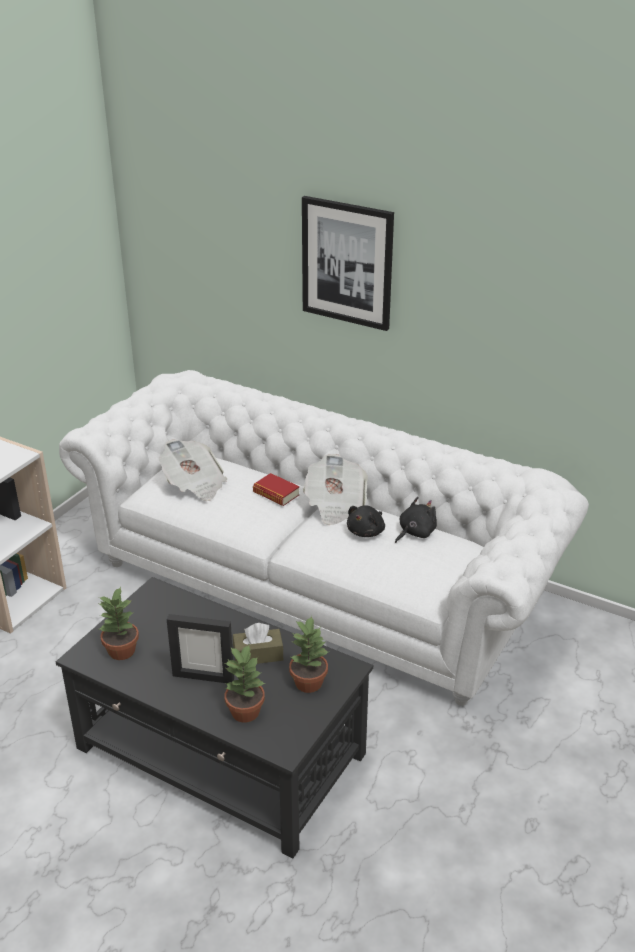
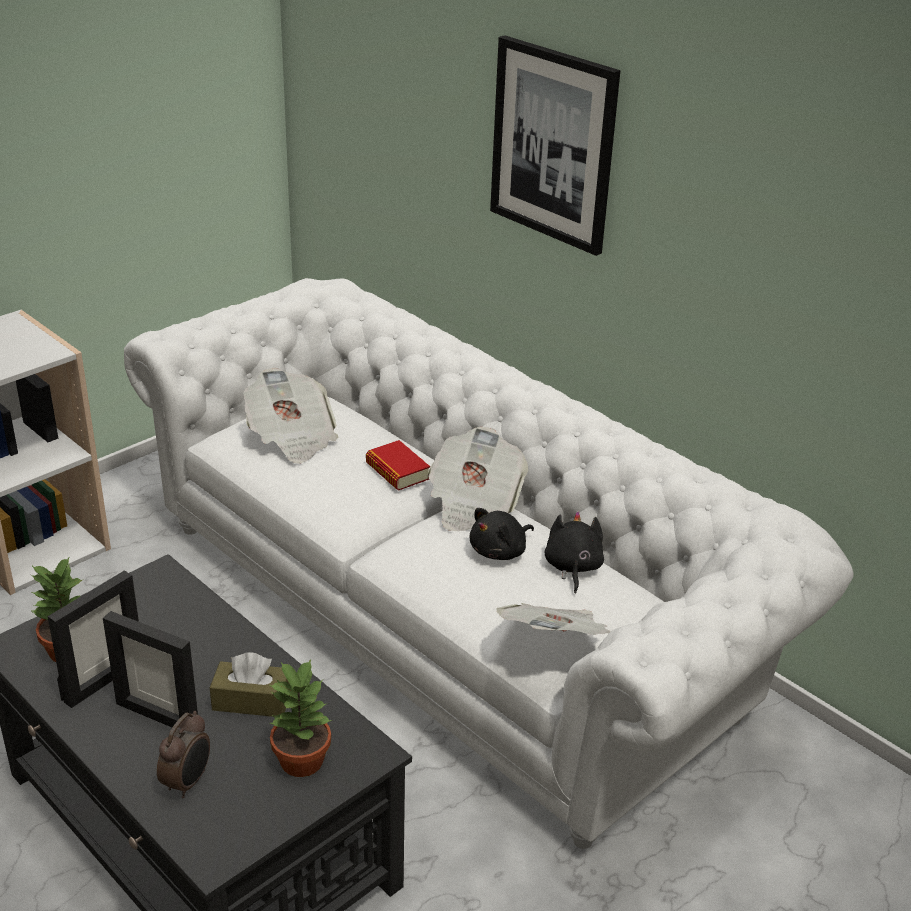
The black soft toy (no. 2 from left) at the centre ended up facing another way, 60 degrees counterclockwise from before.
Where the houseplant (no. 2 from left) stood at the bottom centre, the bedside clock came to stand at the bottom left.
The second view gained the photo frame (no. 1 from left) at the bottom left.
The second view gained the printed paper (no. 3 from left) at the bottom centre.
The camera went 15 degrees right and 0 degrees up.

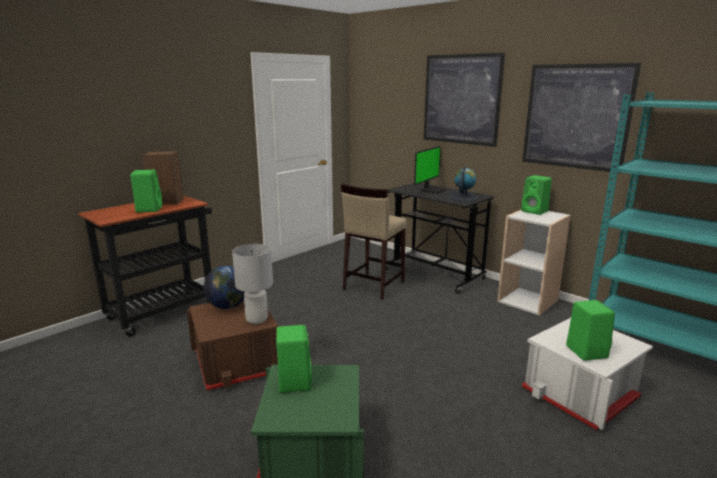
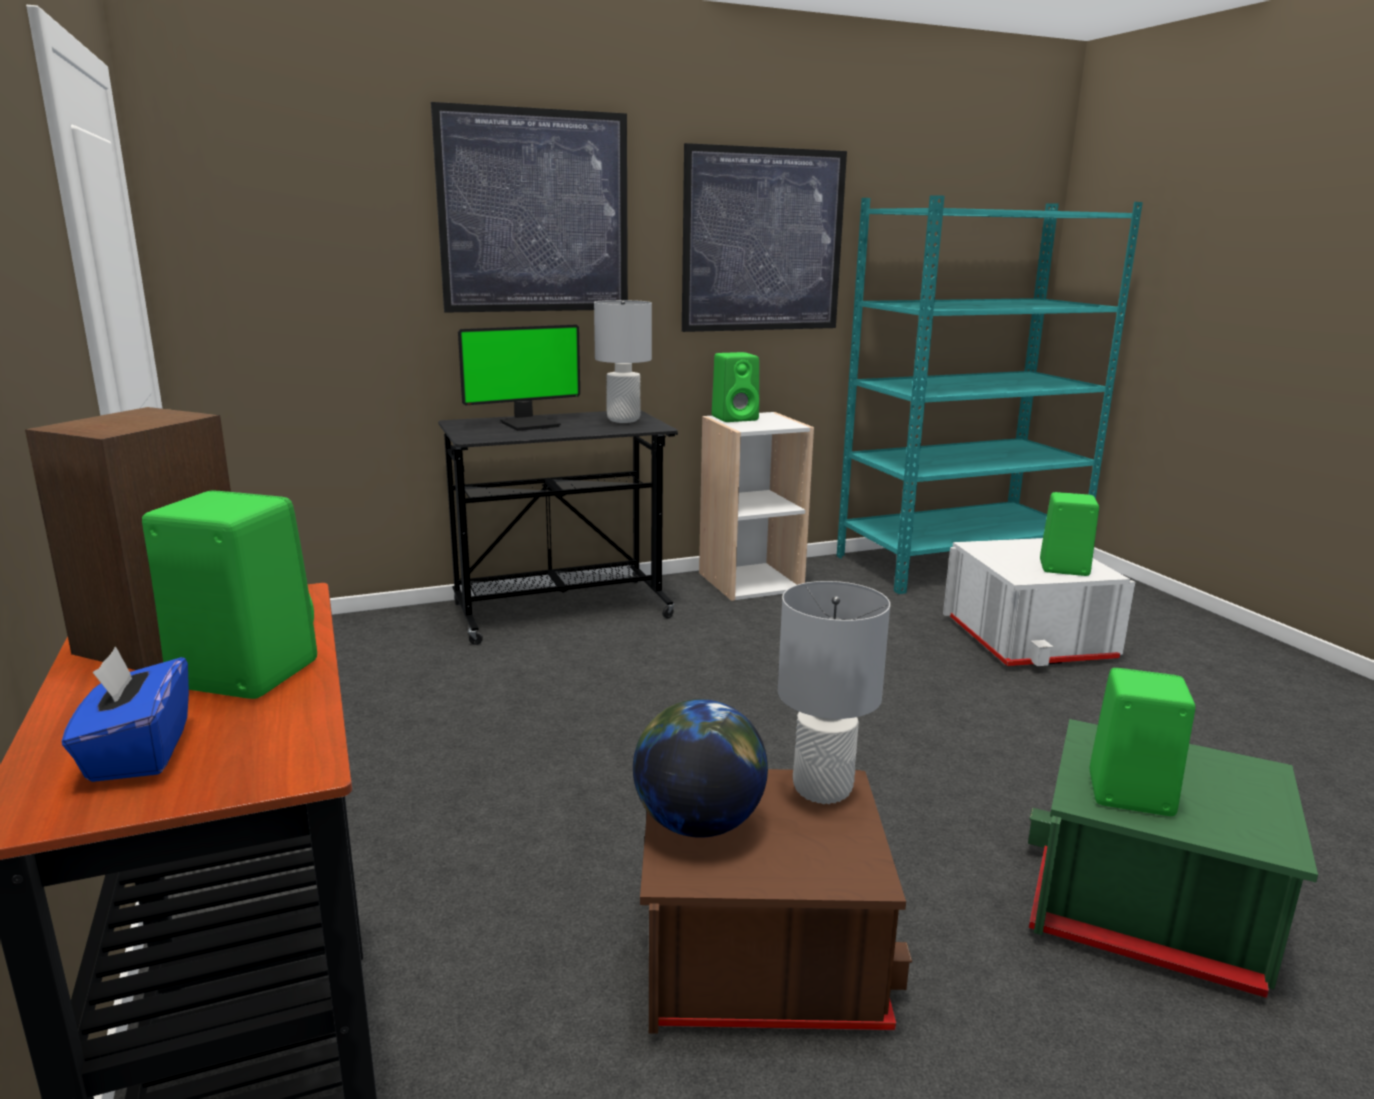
The computer display at the centre ended up facing another way, 90 degrees clockwise from before.
Where the globe (no. 2 from left) stood at the centre, the gray tabletop lamp (no. 1 from left) came to stand at the top centre.
The second view lost the beige-coloured stool seat at the centre.
The second view gained the bluish tissue holder at the middle left.
The camera went 65 degrees left and 0 degrees up.

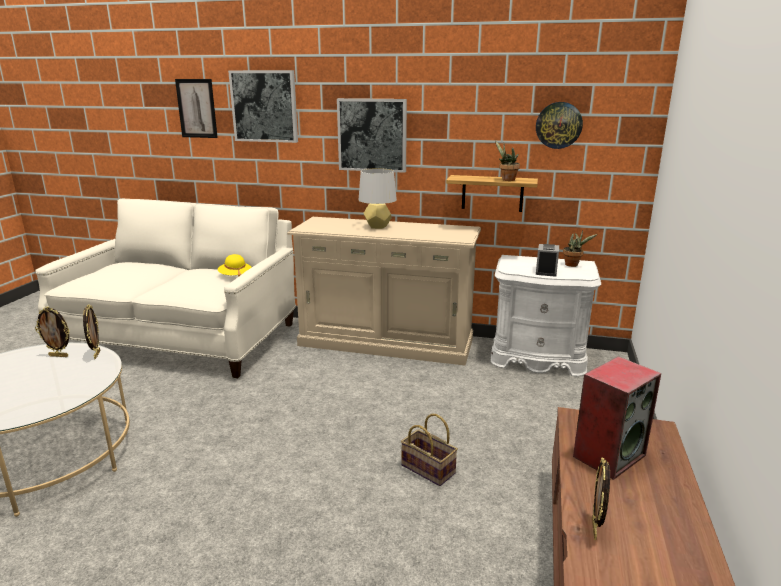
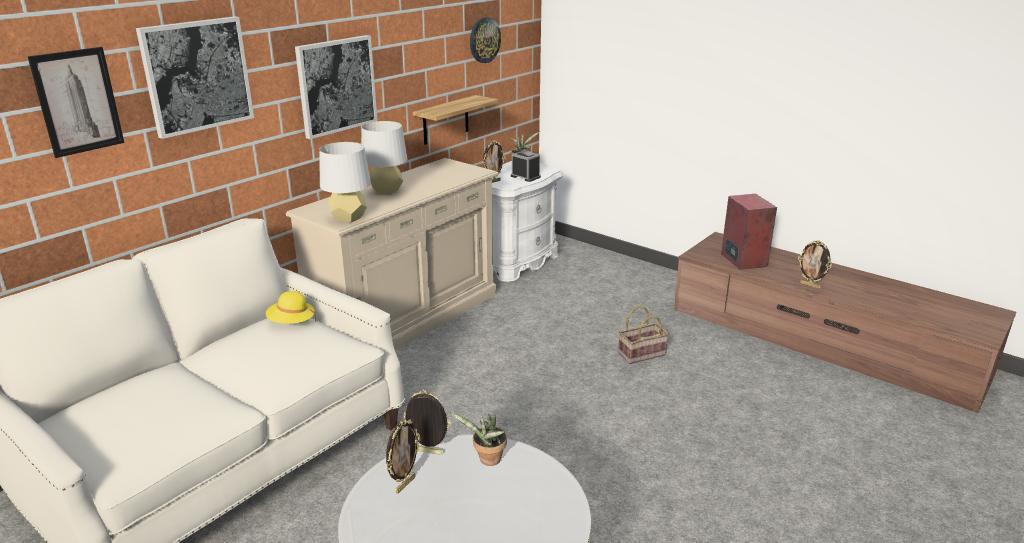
The houseplant (no. 1 from left) ended up elsewhere, having gone from the top centre to the bottom centre.
The second view gained the photo frame (no. 3 from left) at the top centre.
The second view gained the gray tabletop lamp (no. 1 from left) at the centre.
The camera went 65 degrees left and 5 degrees up.

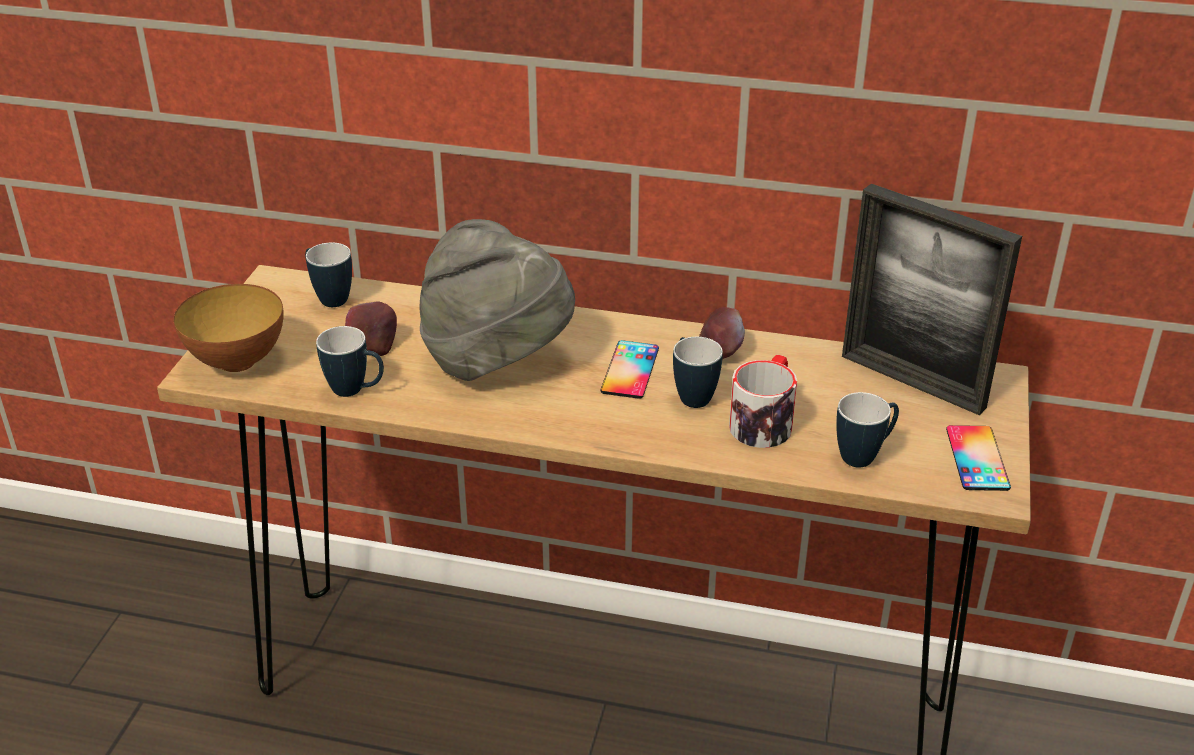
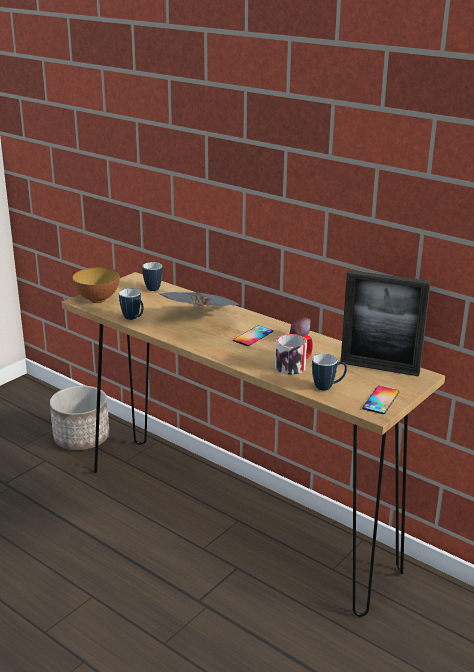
The photo frame at the middle right ended up facing another way, 45 degrees counterclockwise from before.
Where the gray hat stood at the centre, the printed paper came to stand at the centre.
The second view lost the apple fruit (no. 1 from left) at the middle left.
The second view lost the tea mug (no. 3 from left) at the centre.
The second view gained the plant pot at the middle left.
The camera went 25 degrees right and 10 degrees down.

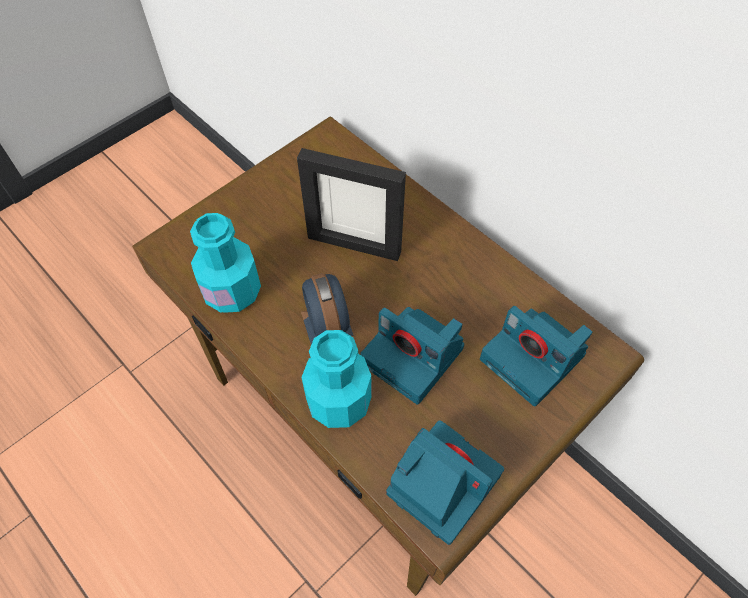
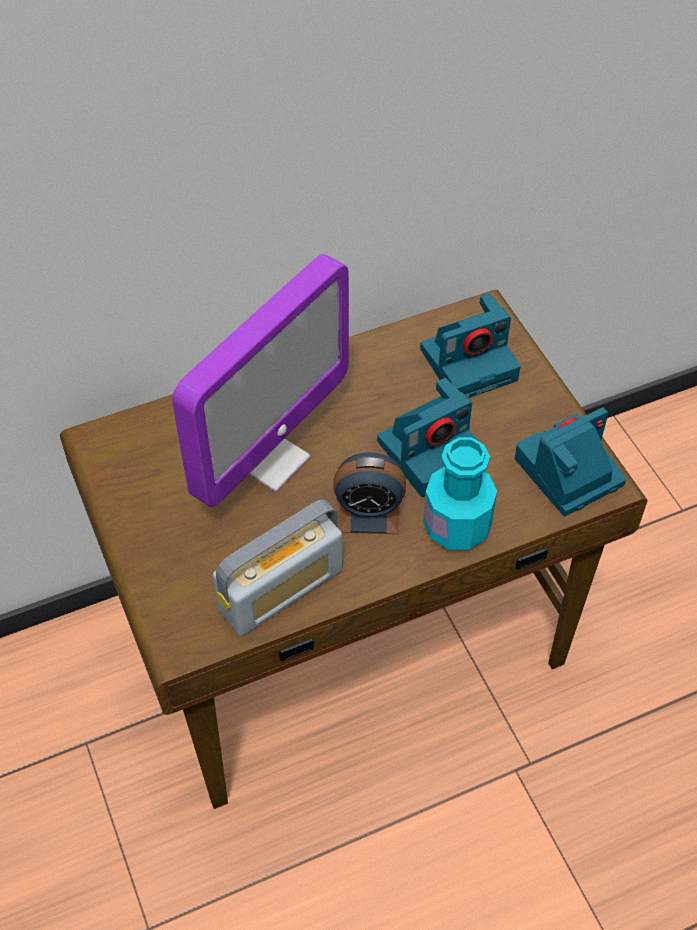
Where the photo frame stood at the centre, the computer display came to stand at the centre.
Where the turquoise-coloured drink bottle (no. 1 from left) stood at the middle left, the radio set came to stand at the centre.
The camera went 70 degrees left and 5 degrees down.

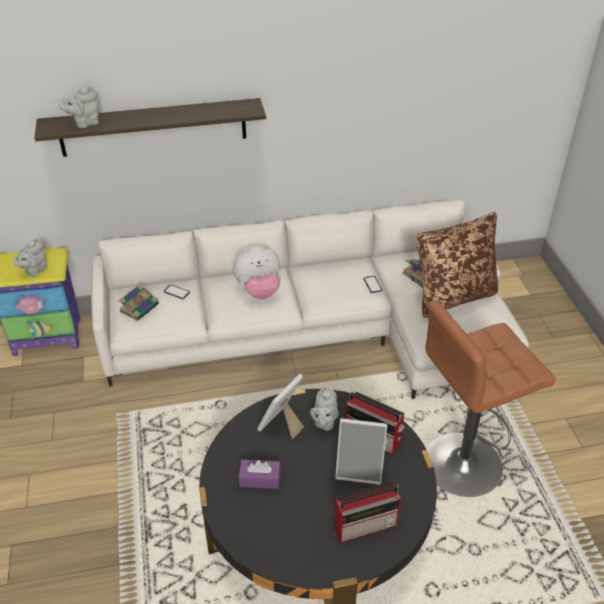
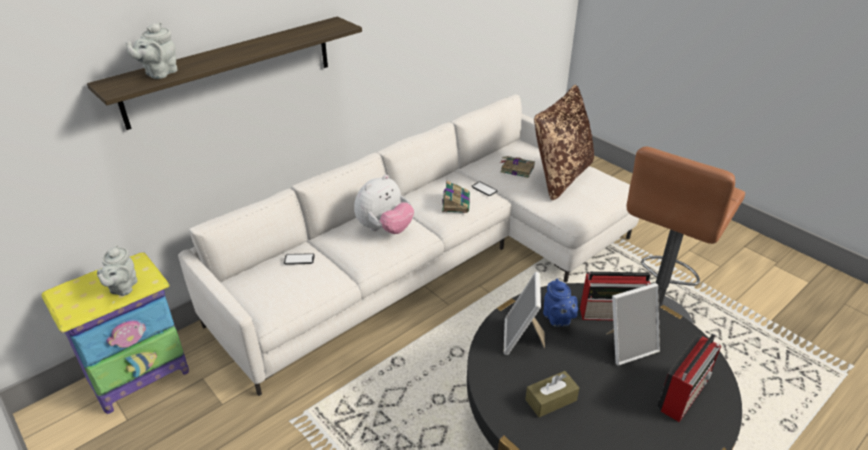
The book (no. 1 from left) ended up elsewhere, having gone from the middle left to the centre.
What was the gray pot for tea (no. 3 from left) at the bottom centre turned into the bluish pot for tea at the bottom centre.
What was the purplish tissue holder at the bottom centre turned into the brown-coloured tissue holder at the bottom centre.
The camera went 30 degrees left and 5 degrees down.

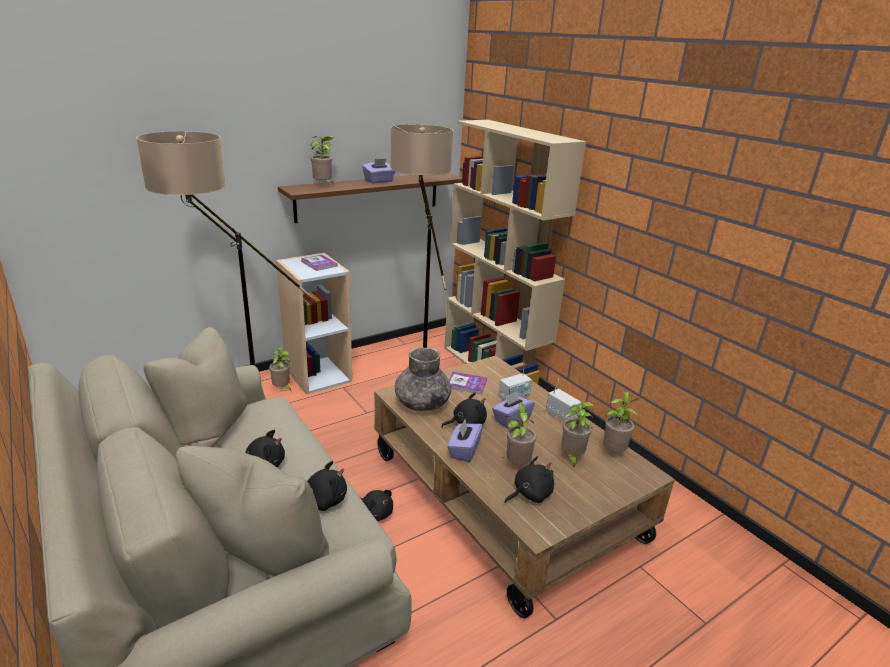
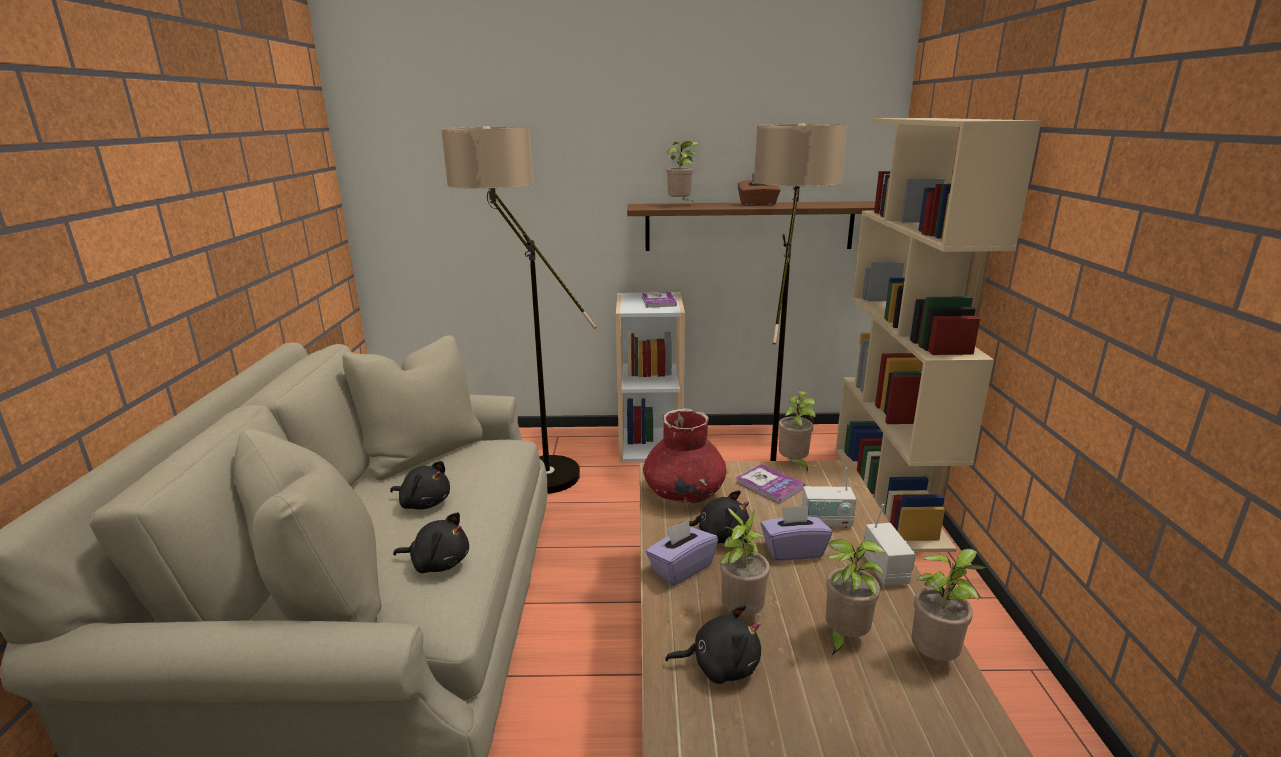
What was the purplish tissue holder (no. 1 from left) at the top centre turned into the brown-coloured tissue holder at the top centre.
The houseplant (no. 1 from left in the first image) ended up elsewhere, having gone from the middle left to the centre.
What was the gray decorative vase at the centre turned into the reddish decorative vase at the centre.
The second view lost the black soft toy (no. 3 from left) at the bottom centre.
The camera went 35 degrees right and 5 degrees down.

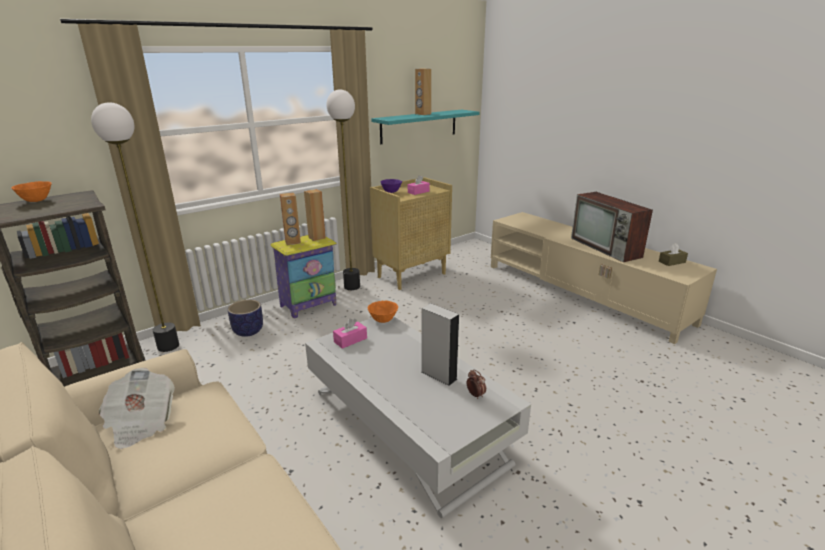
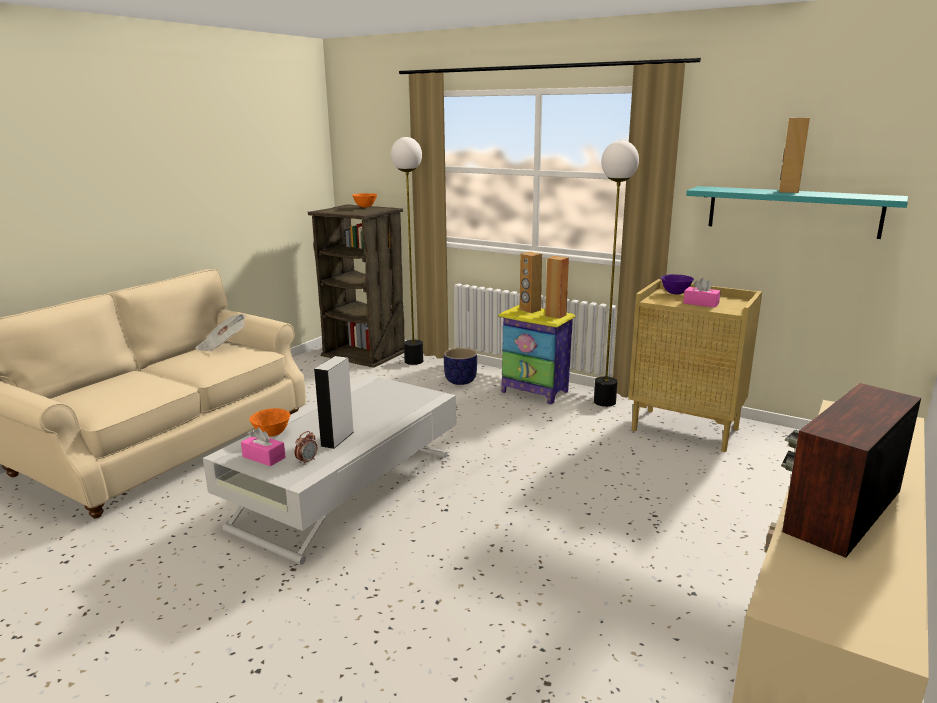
The second view lost the brown-coloured tissue holder at the middle right.
The orangey deep dish (no. 2 from left in the first image) ended up elsewhere, having gone from the centre to the middle left.
The pinkish tissue holder (no. 1 from left) ended up elsewhere, having gone from the centre to the middle left.
The camera went 70 degrees right and 5 degrees down.

